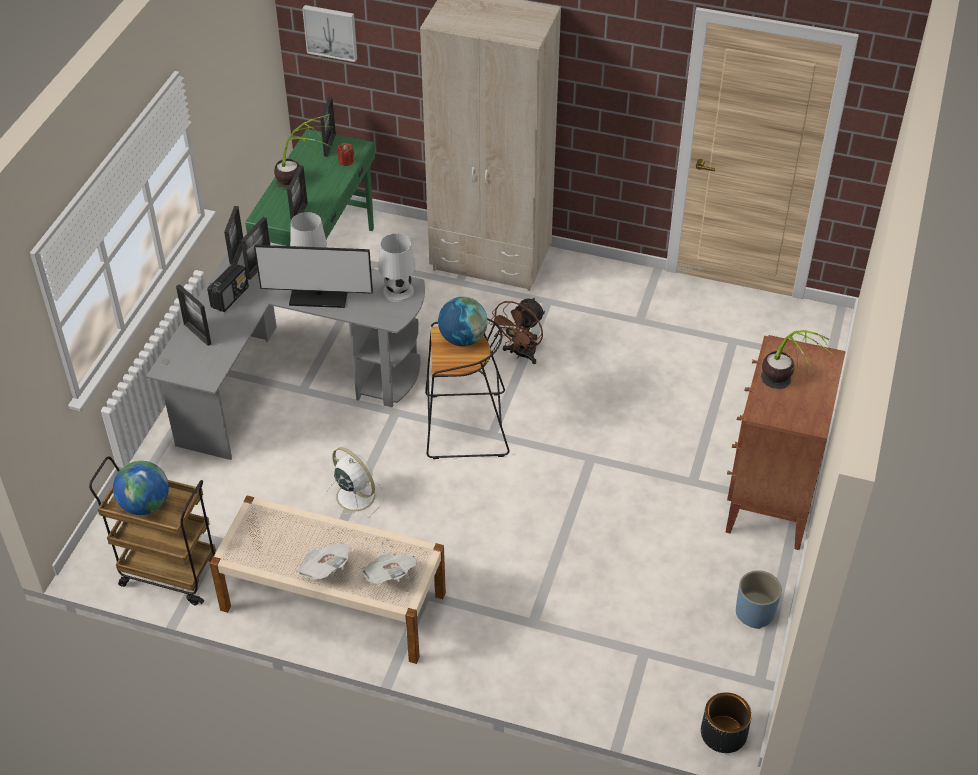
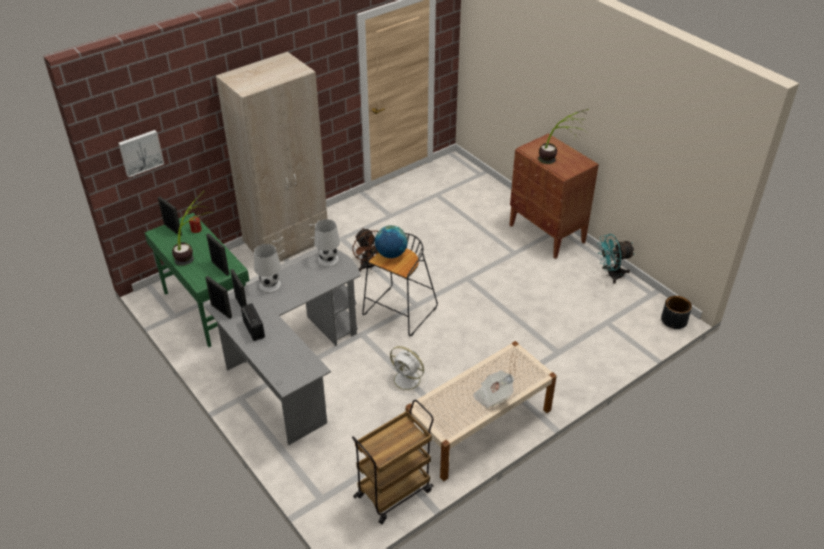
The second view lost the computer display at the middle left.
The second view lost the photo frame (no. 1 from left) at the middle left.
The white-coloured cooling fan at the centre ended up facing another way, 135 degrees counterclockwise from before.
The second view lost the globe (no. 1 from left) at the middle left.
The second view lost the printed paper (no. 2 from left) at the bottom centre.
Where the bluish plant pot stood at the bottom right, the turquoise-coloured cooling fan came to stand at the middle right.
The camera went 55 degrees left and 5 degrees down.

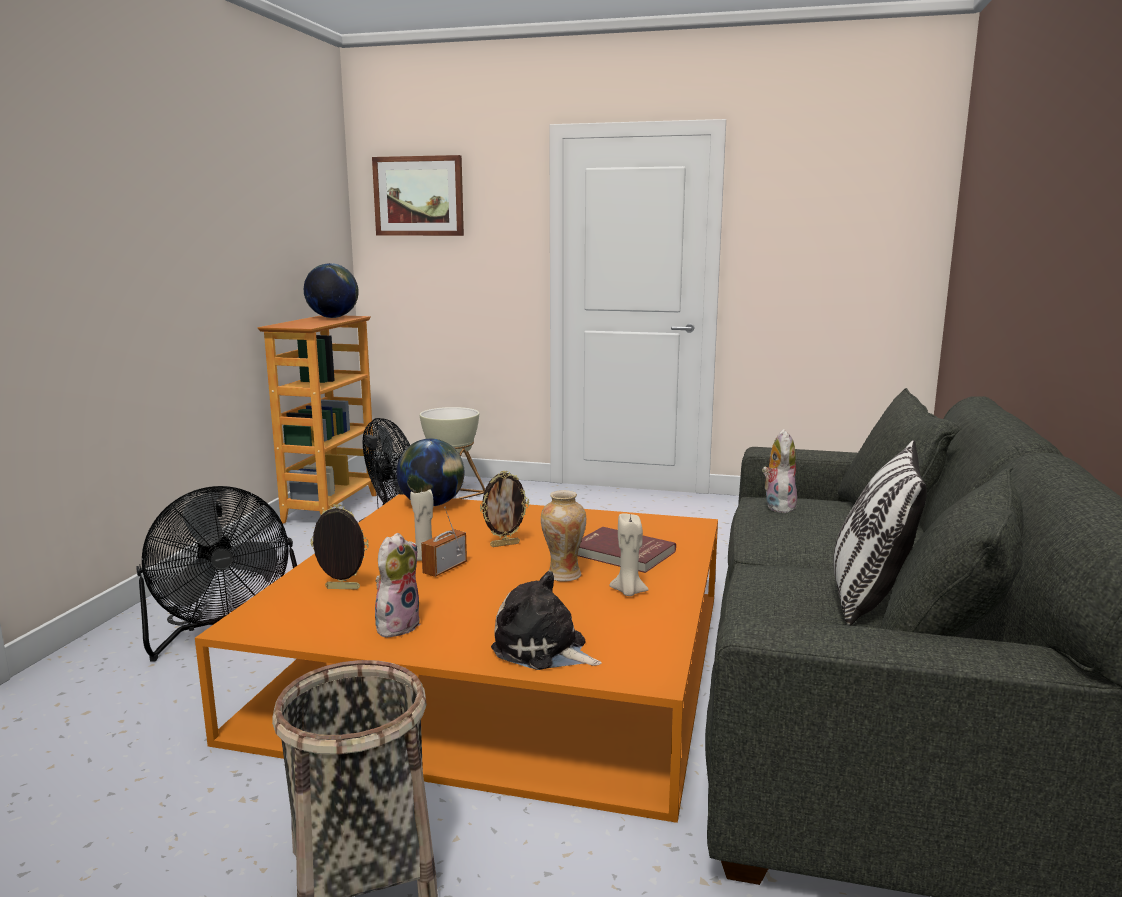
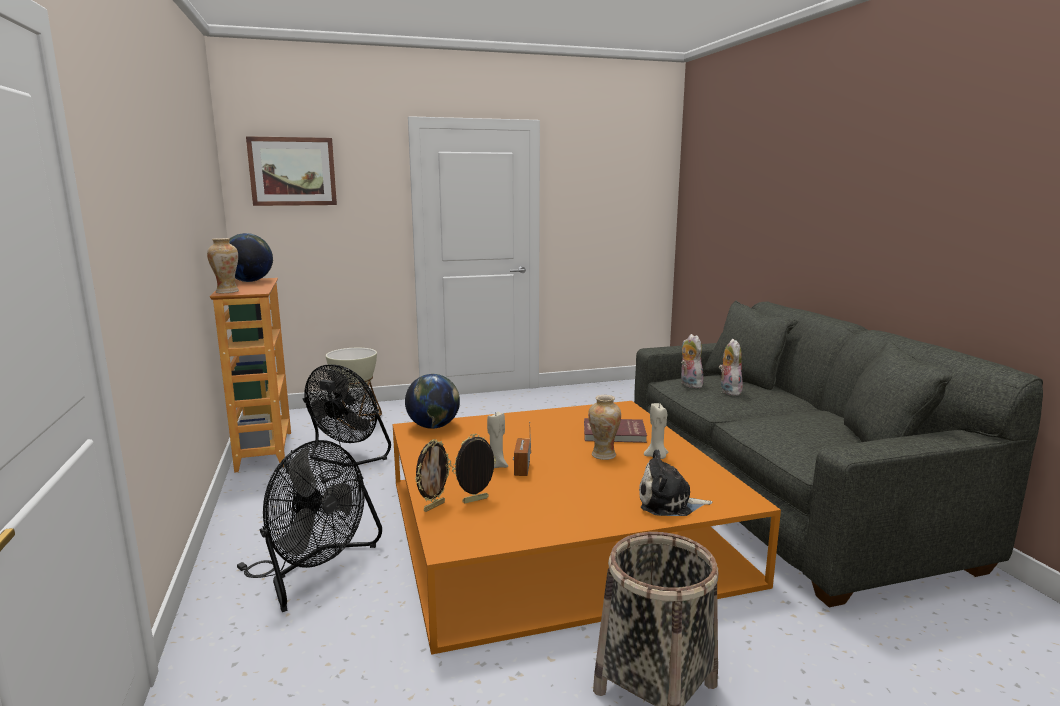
The second view lost the cushion at the middle right.
The photo frame (no. 2 from left in the first image) ended up elsewhere, having gone from the centre to the bottom centre.
The soft toy (no. 1 from left in the first image) ended up elsewhere, having gone from the centre to the middle right.
The second view gained the decorative vase (no. 1 from left) at the middle left.
The camera went 30 degrees left and 0 degrees up.

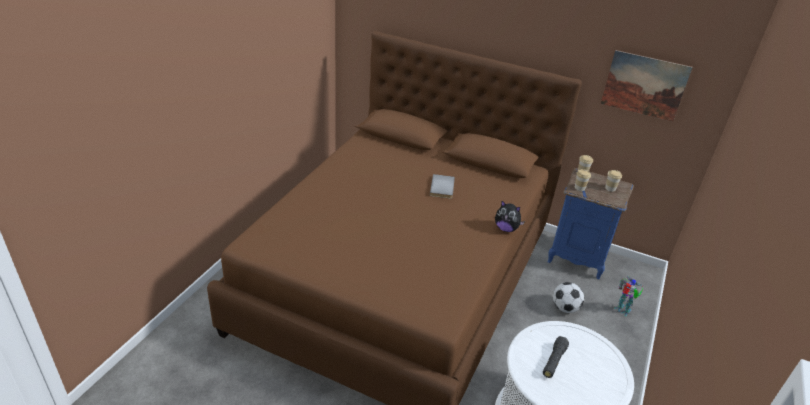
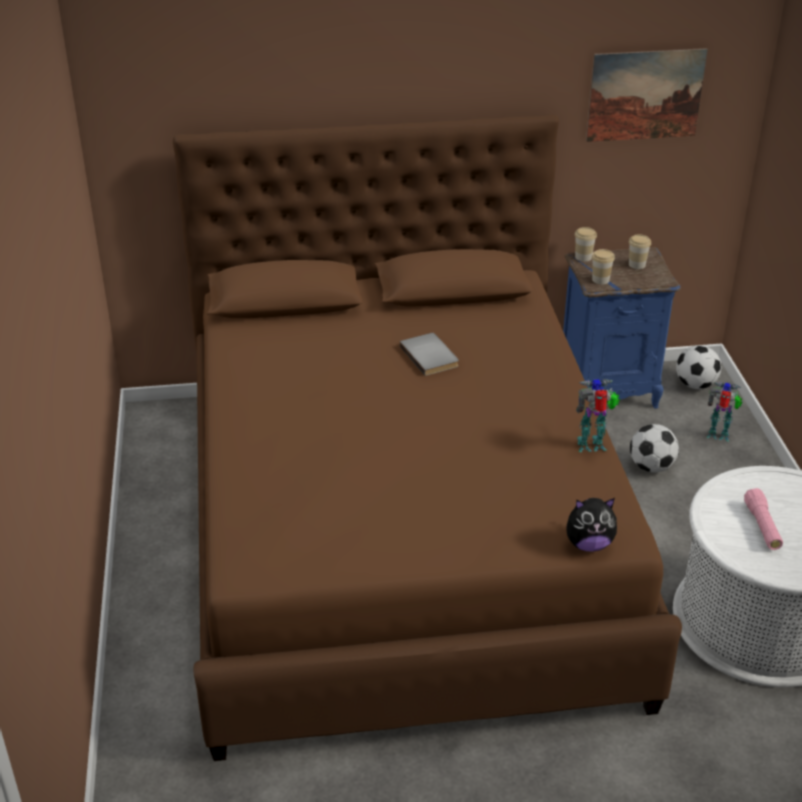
The soft toy ended up elsewhere, having gone from the centre to the middle right.
What was the black torch at the bottom right turned into the pinkish torch at the middle right.
The second view gained the ball for football (no. 2 from left) at the middle right.
The second view gained the toy robot (no. 1 from left) at the middle right.
The camera went 30 degrees left and 0 degrees up.

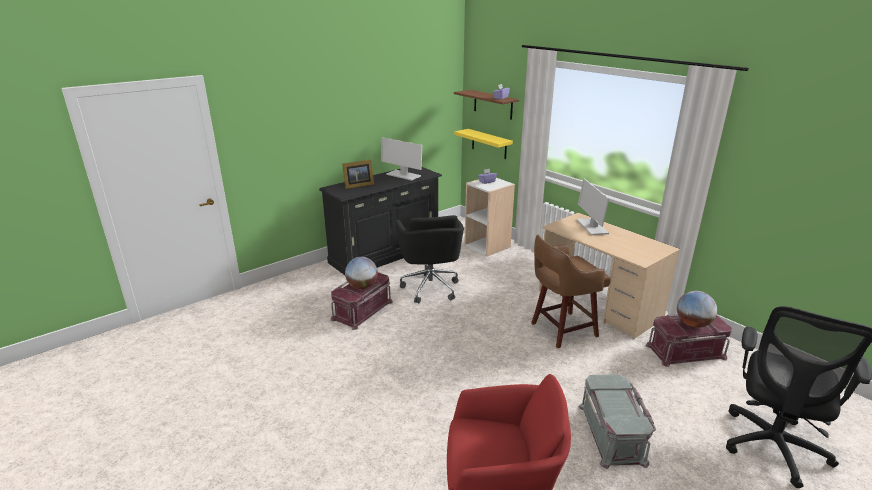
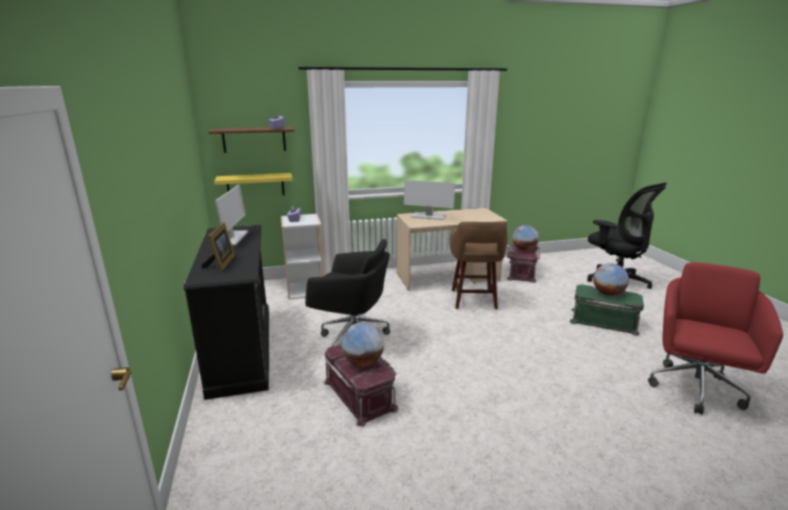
The computer display (no. 1 from left) at the top centre ended up facing another way, 60 degrees counterclockwise from before.
What was the gray storage bin at the bottom right turned into the green-coloured storage bin at the middle right.
The second view gained the globe (no. 3 from left) at the middle right.
The camera went 65 degrees left and 5 degrees down.

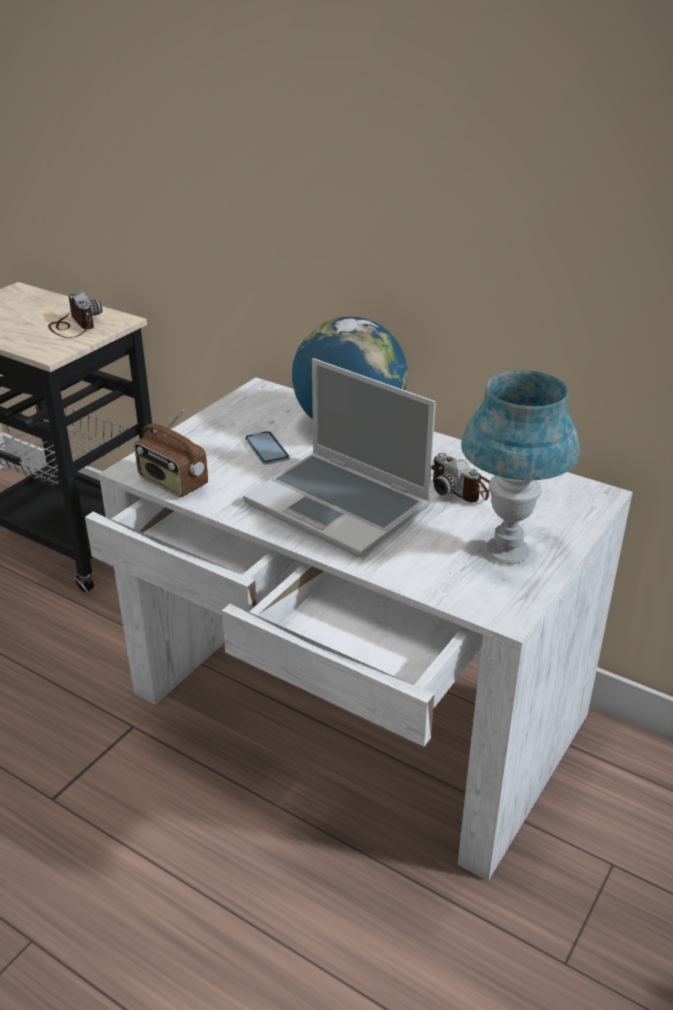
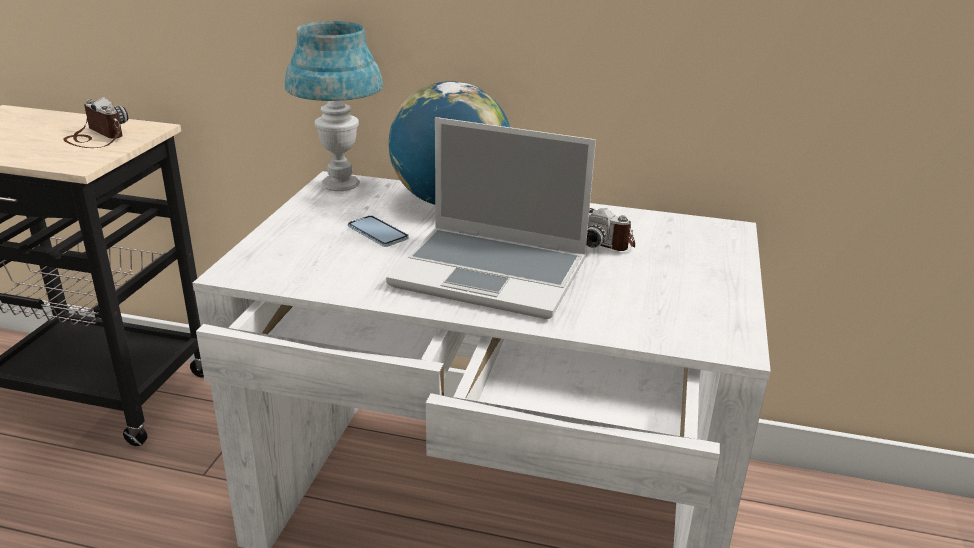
The bluish tabletop lamp ended up elsewhere, having gone from the middle right to the top centre.
The second view lost the radio set at the middle left.
The camera went 20 degrees left and 5 degrees down.

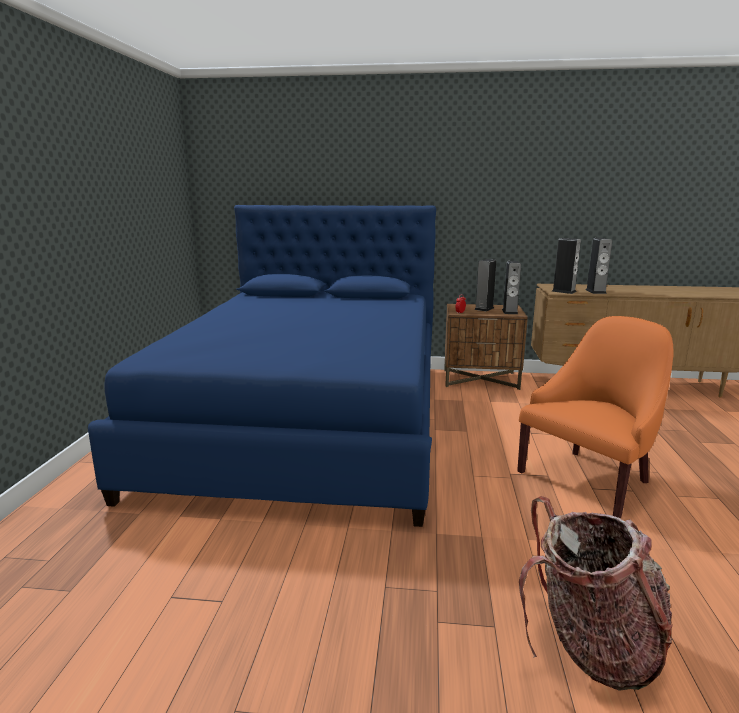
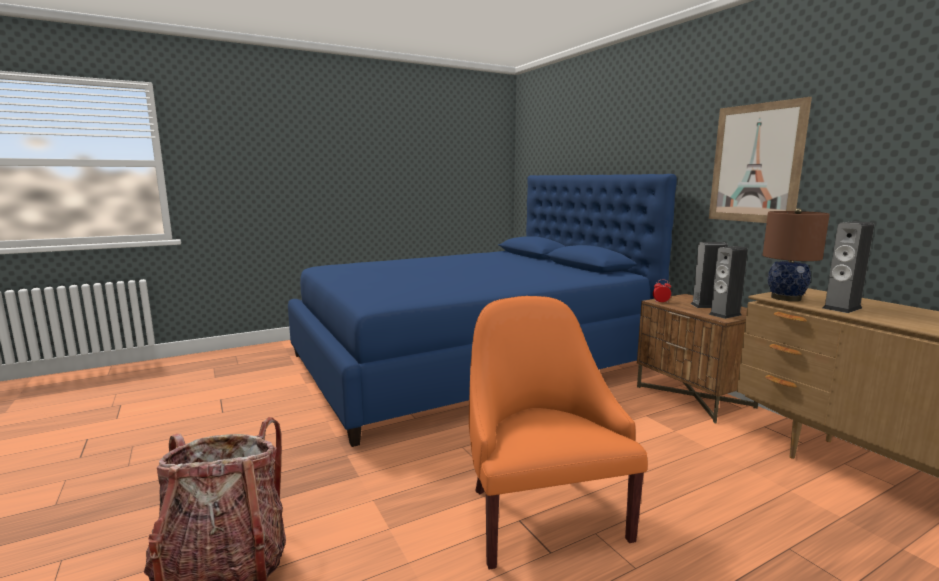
Where the audio speaker (no. 3 from left) stood at the middle right, the brown-coloured tabletop lamp came to stand at the middle right.
The orangey easy chair at the middle right ended up facing another way, 120 degrees counterclockwise from before.
The second view gained the picture at the top right.
The camera went 55 degrees right and 5 degrees down.

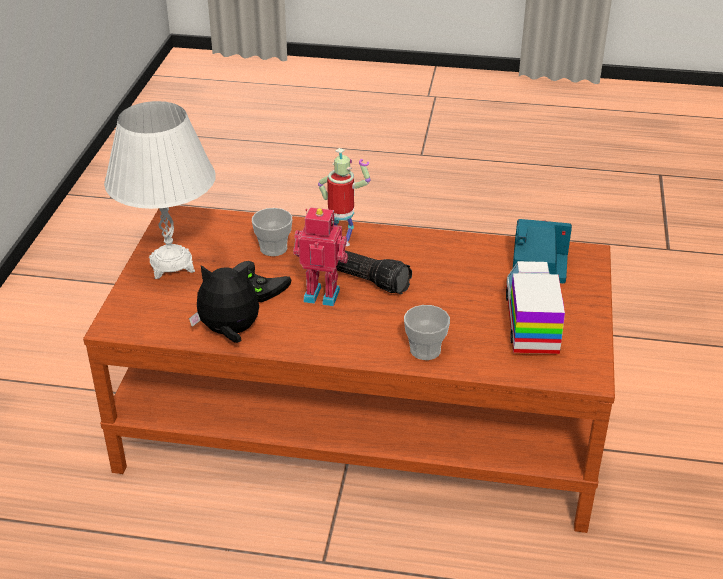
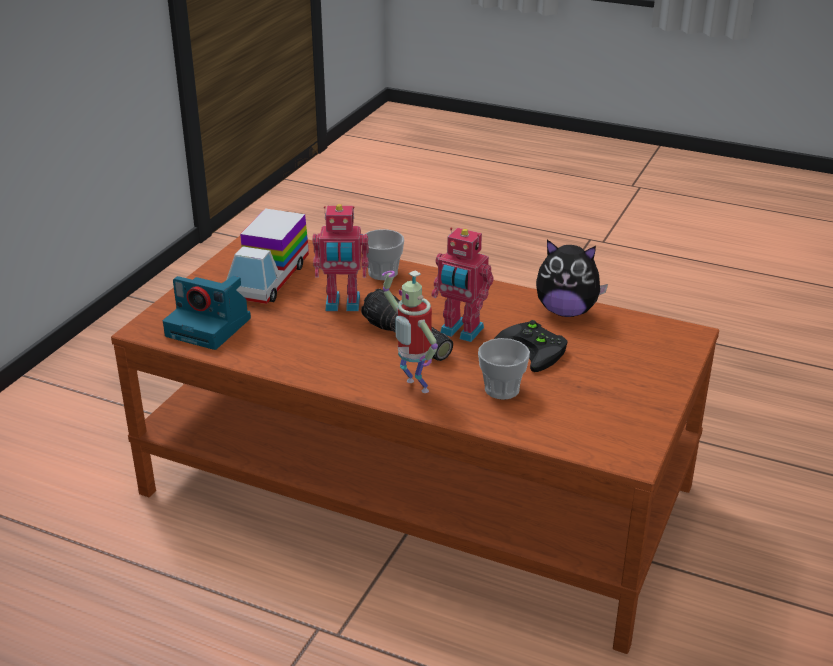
The second view lost the white-coloured tabletop lamp at the top left.
The second view gained the toy robot (no. 1 from left) at the centre.
The camera went 165 degrees left and 5 degrees down.

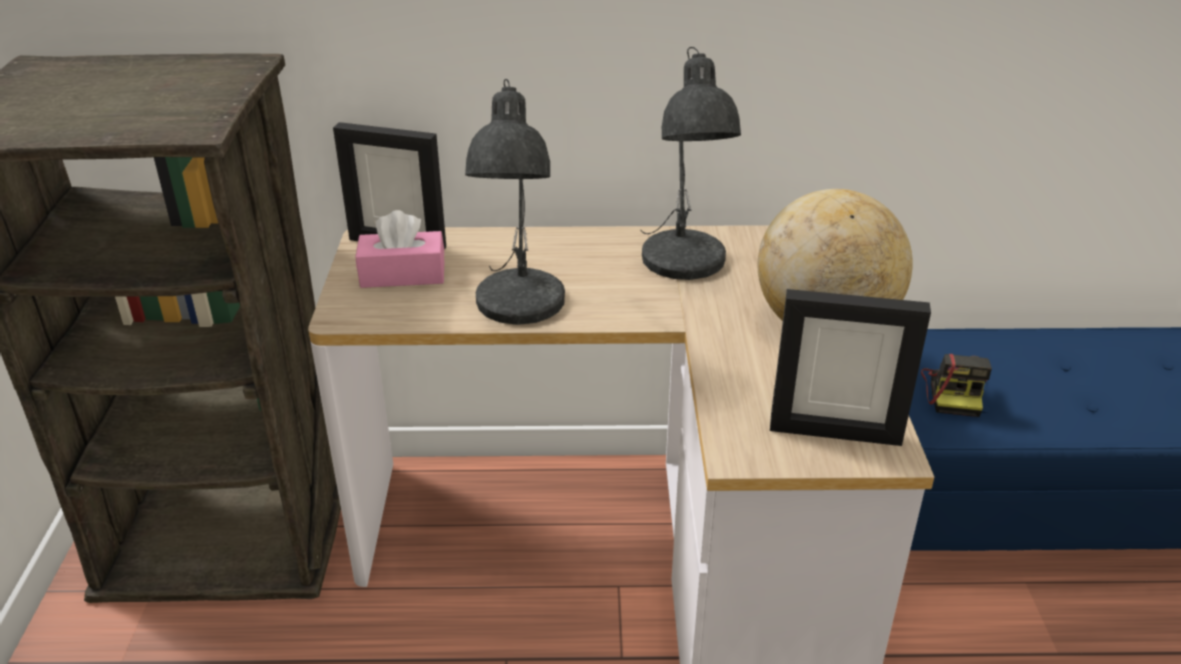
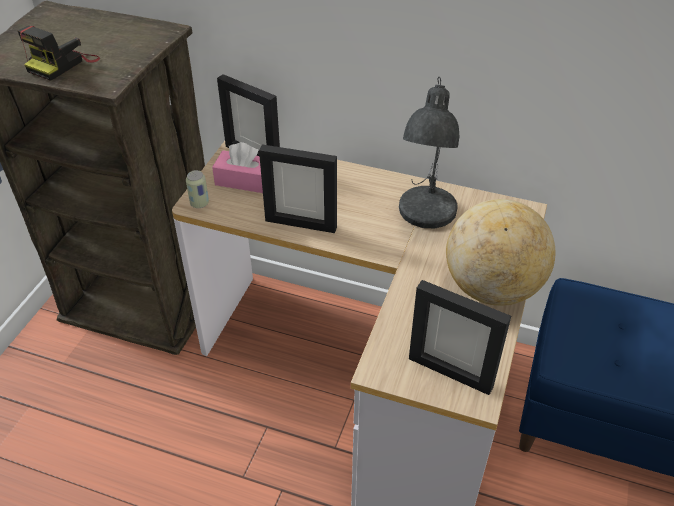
Where the gray tabletop lamp (no. 1 from left) stood at the top centre, the photo frame (no. 2 from left) came to stand at the centre.
The photo camera ended up elsewhere, having gone from the middle right to the top left.
The second view gained the sealed can at the middle left.
The camera went 20 degrees right and 10 degrees up.

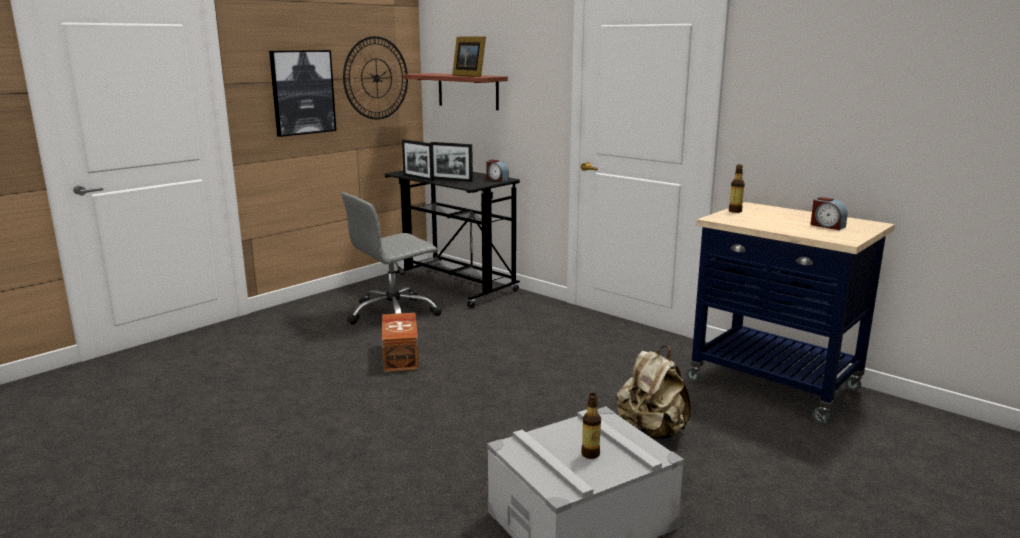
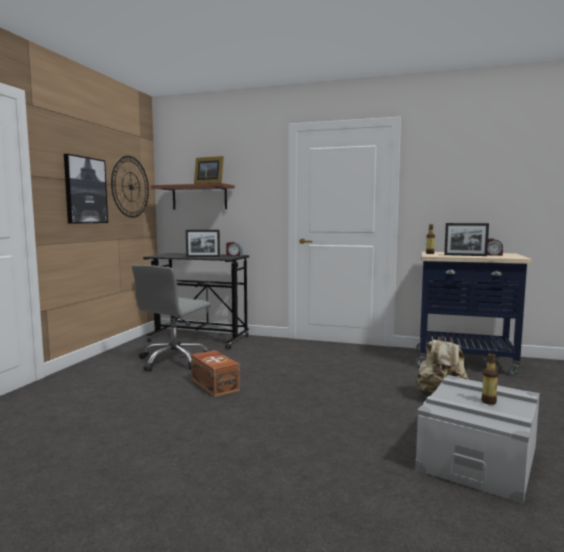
The photo frame (no. 1 from left in the first image) ended up elsewhere, having gone from the top centre to the middle right.
The camera went 25 degrees left and 10 degrees down.

